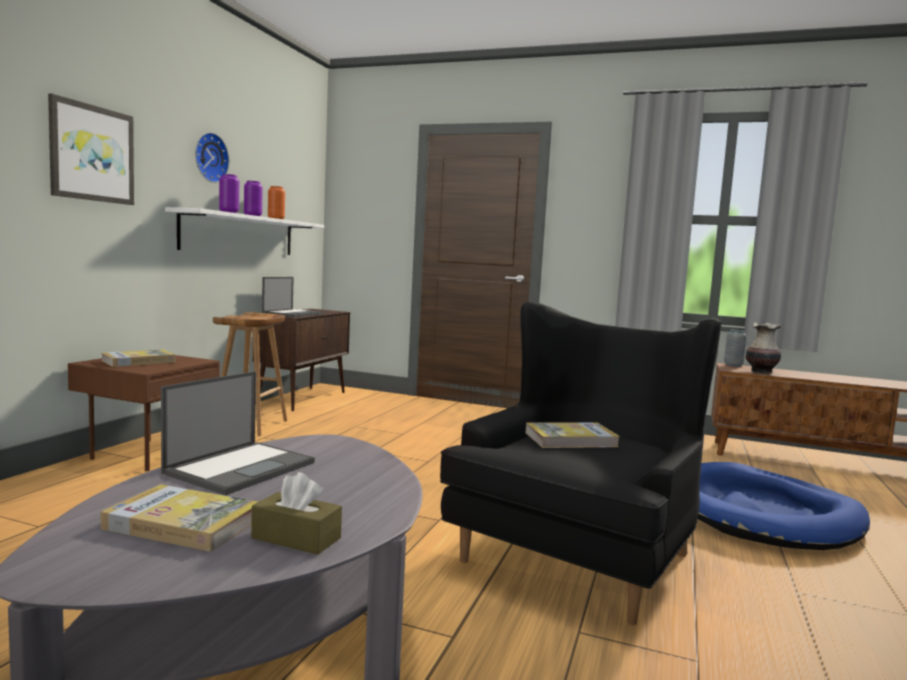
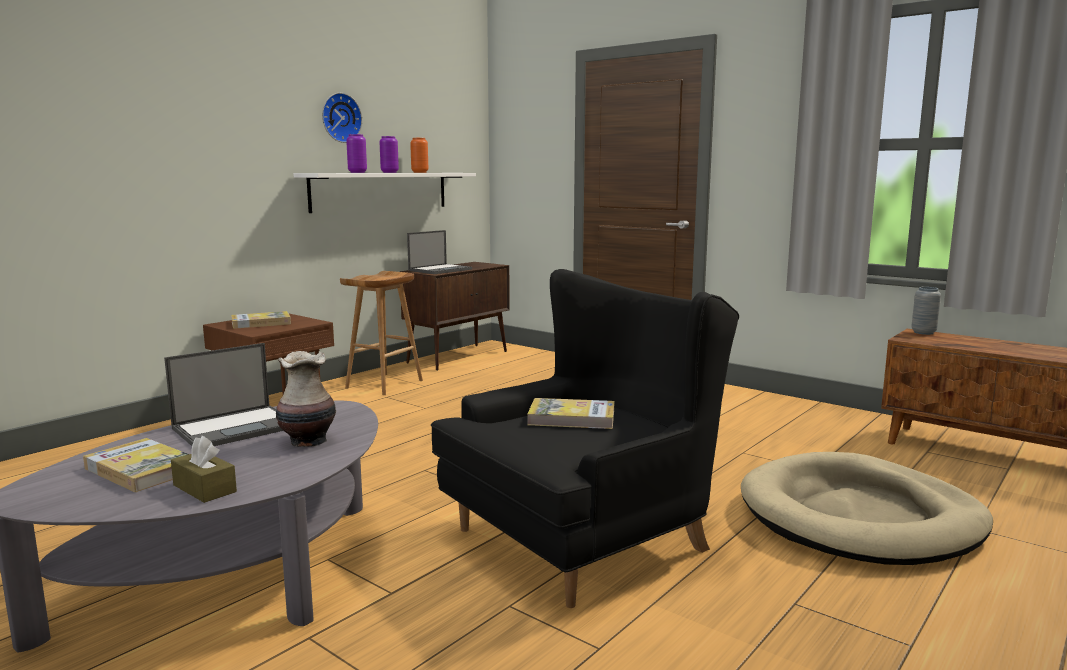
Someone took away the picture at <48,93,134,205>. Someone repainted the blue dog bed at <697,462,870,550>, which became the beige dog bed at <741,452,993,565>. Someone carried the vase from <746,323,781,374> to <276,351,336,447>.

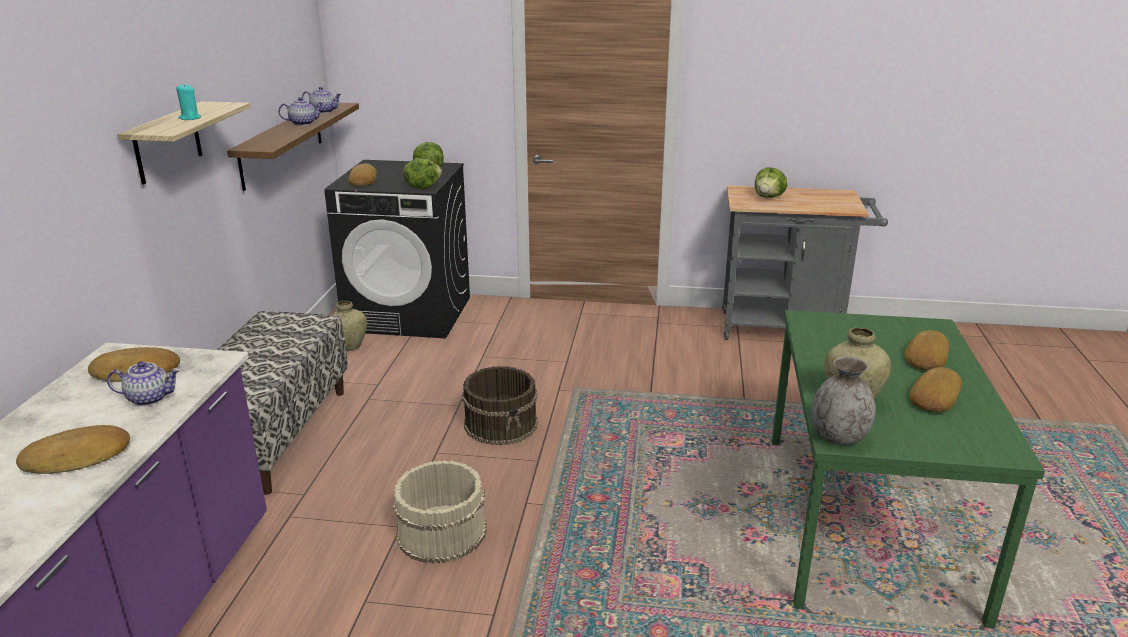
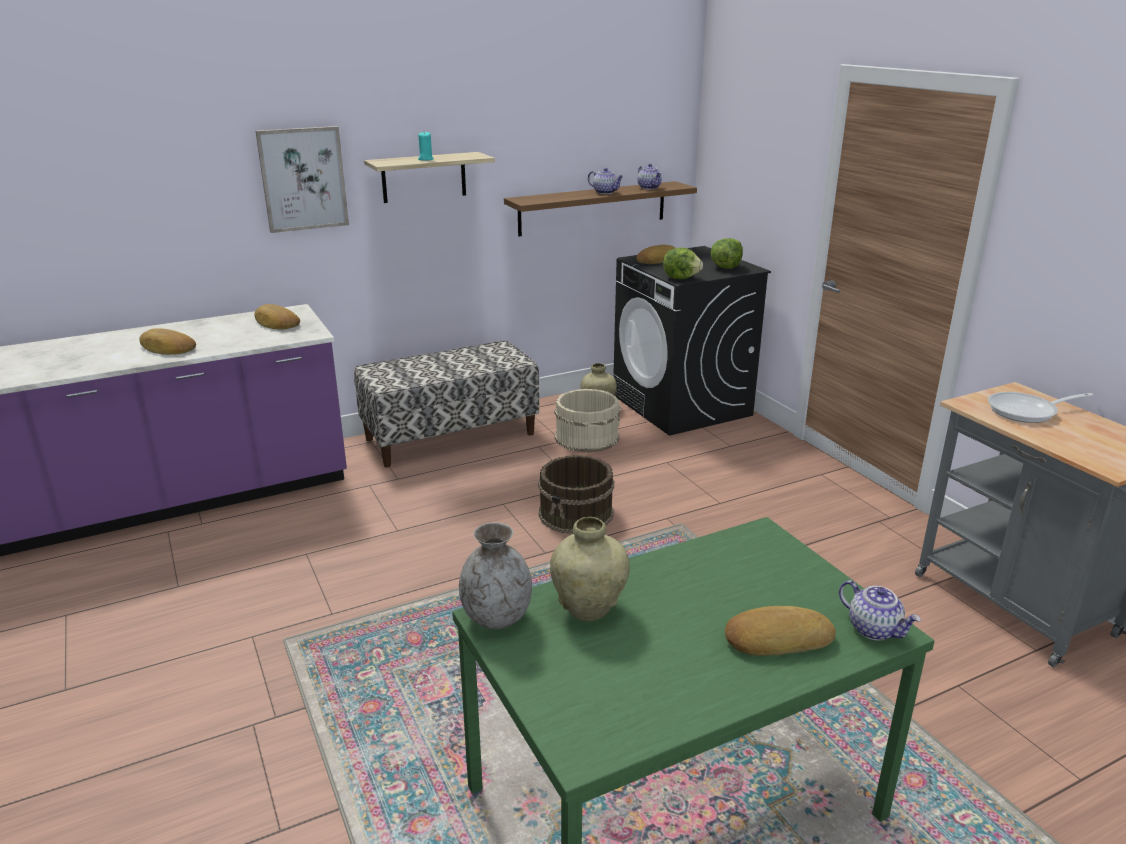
Someone carried the teapot from <107,361,180,406> to <839,580,921,640>. Someone carried the beige bucket from <392,461,486,564> to <555,389,621,453>. Someone swapped the lettuce at <755,167,787,198> for the frying pan at <988,392,1094,423>. Someone took away the bread at <909,367,962,413>. Someone put up the picture at <255,126,349,233>.

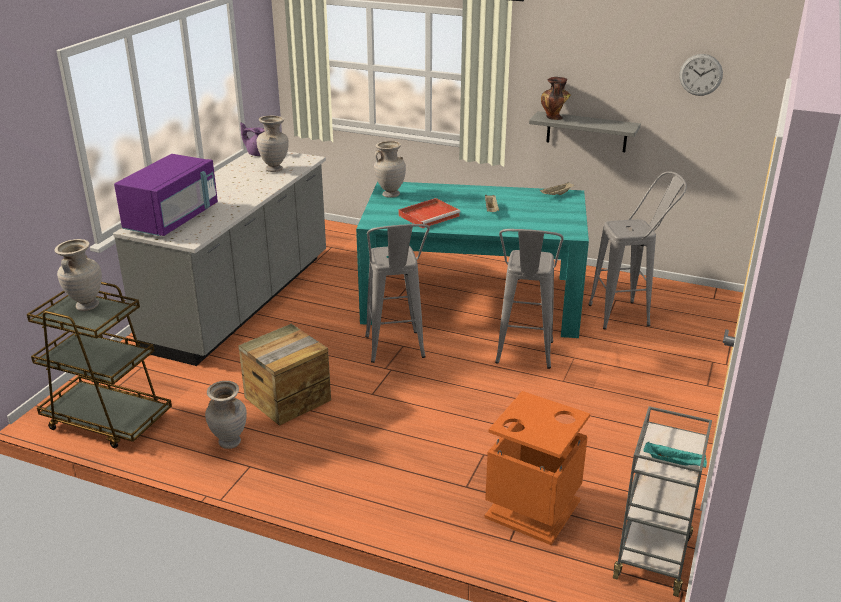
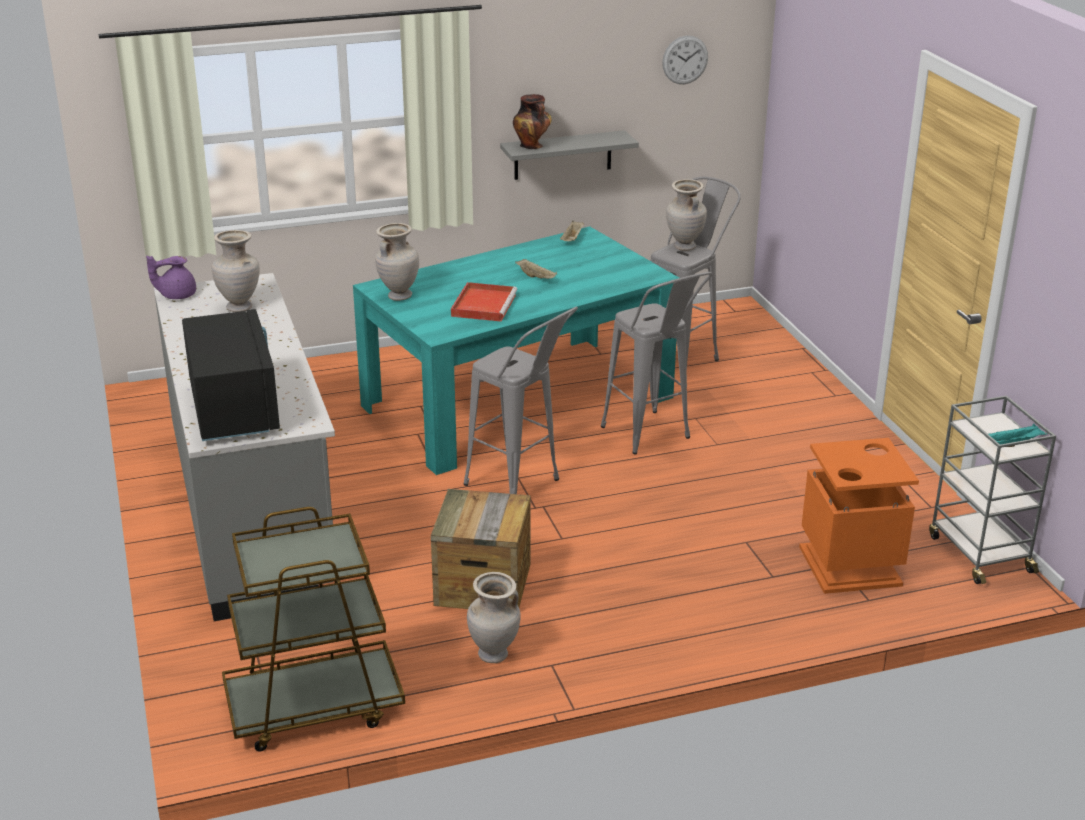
Someone carried the beige vase from <55,239,102,311> to <666,179,707,251>. Someone repainted the purple microwave at <114,154,218,236>, which became the black microwave at <182,309,280,441>.

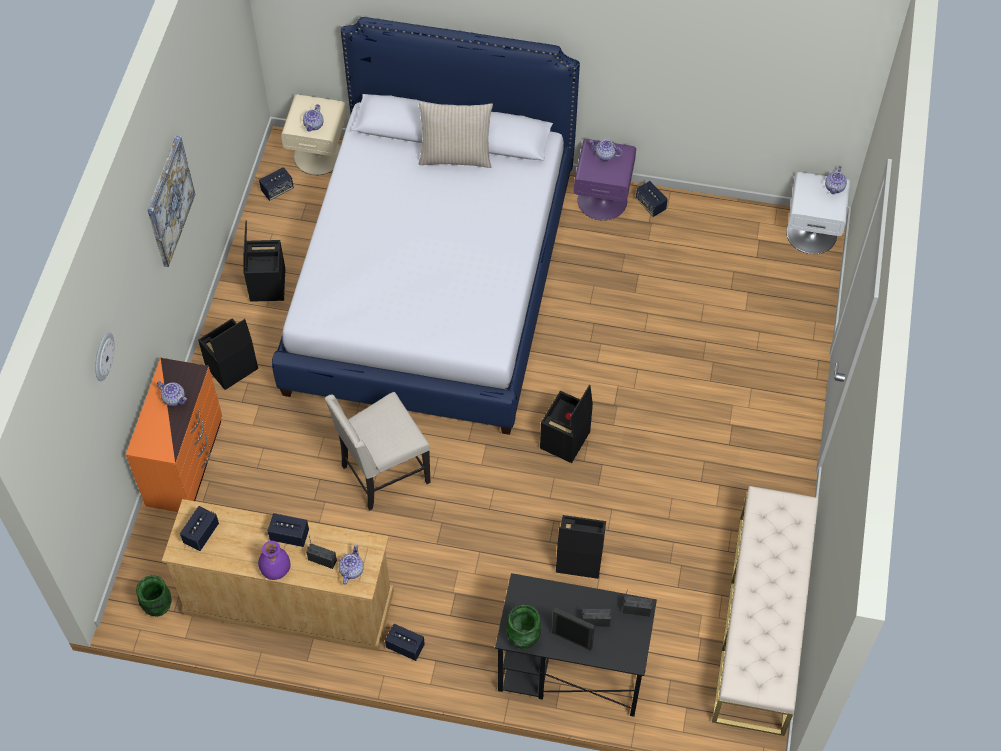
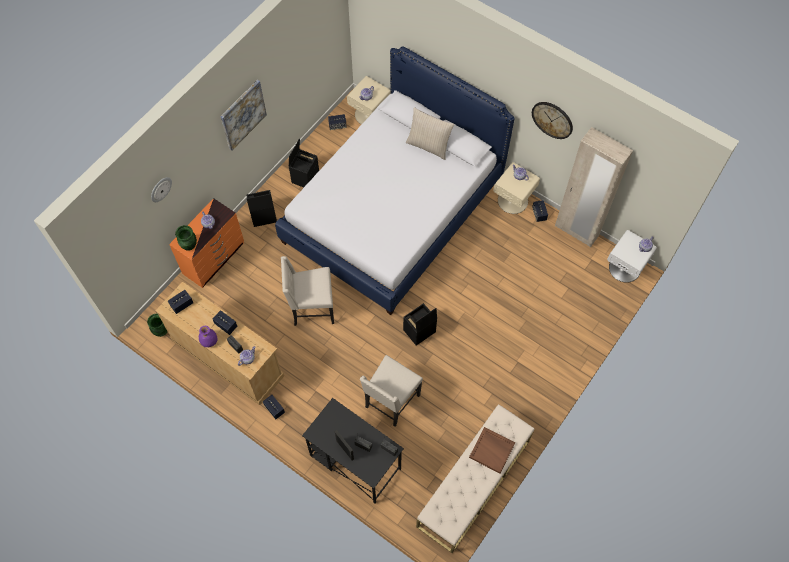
Someone carried the green vase from <506,605,541,649> to <175,225,197,250>. Someone swapped the black storage box at <556,515,606,579> for the beige chair at <360,355,423,427>. Someone repainted the purple nightstand at <574,139,636,220>, which became the beige nightstand at <493,162,540,214>. Someone put down the brown tray at <469,427,515,474>. Someone put up the wall clock at <532,102,573,139>. Someone put down the beige wardrobe at <555,127,633,247>.

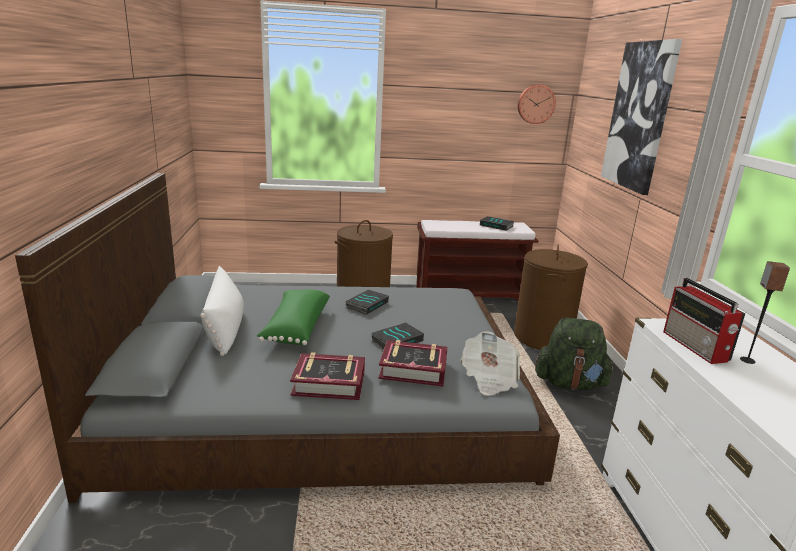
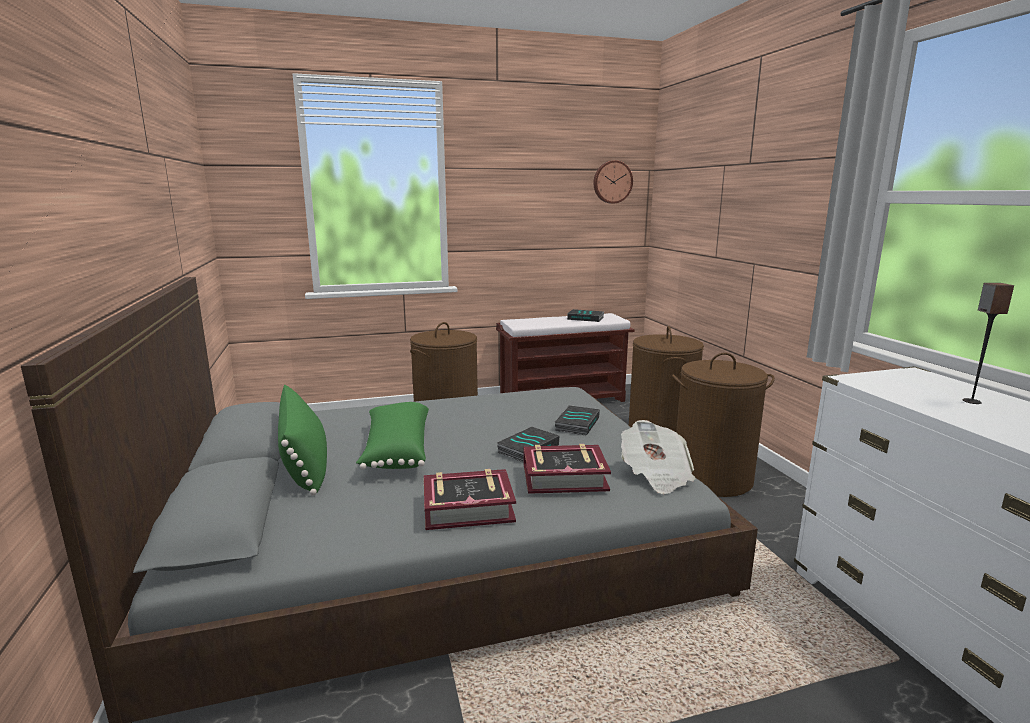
Someone repainted the white pillow at <200,266,244,356>, which became the green pillow at <278,385,327,496>. Someone carried the book from <346,289,389,315> to <555,405,600,436>. Someone swapped the green backpack at <535,318,614,390> for the brown laundry basket at <672,352,775,497>. Someone took away the picture at <601,39,682,195>. Someone took away the radio at <663,278,745,364>.

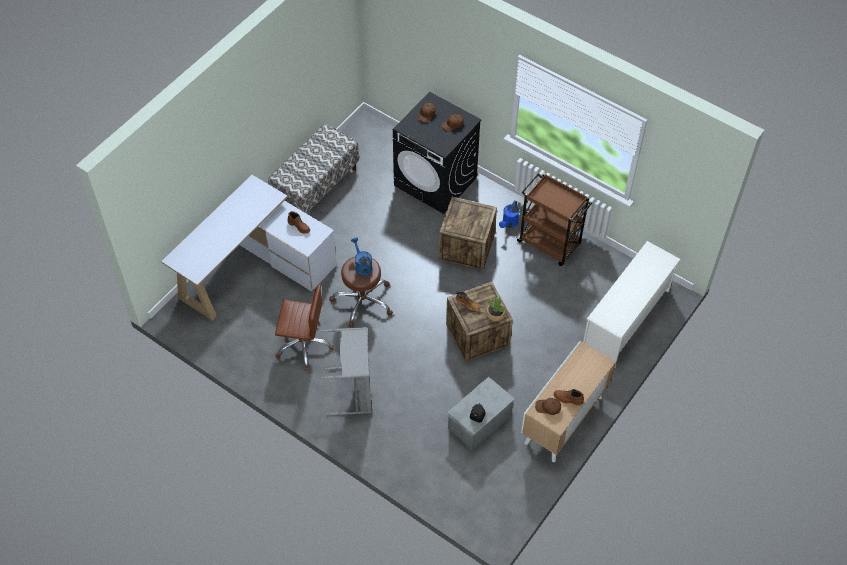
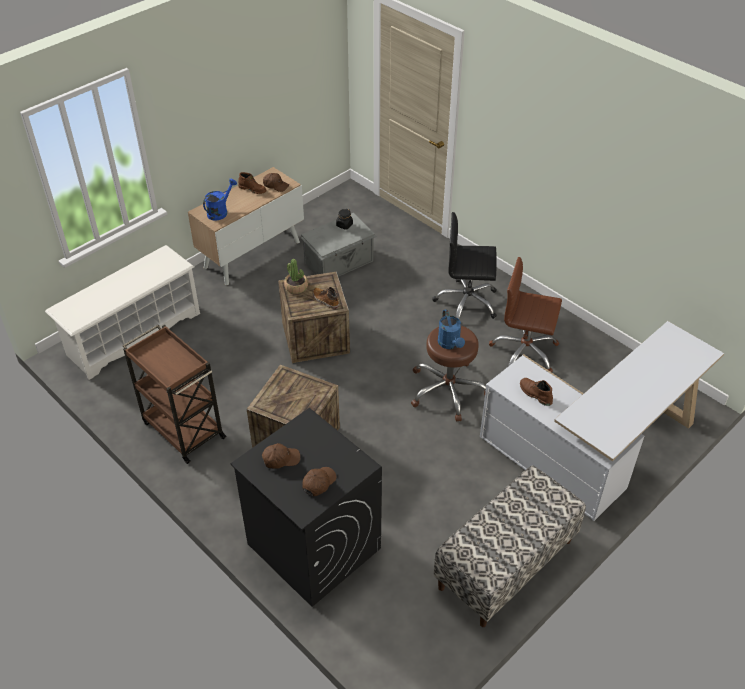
Someone swapped the grey laundry basket at <320,327,371,415> for the black office chair at <433,212,497,319>. Someone carried the blue watering can from <499,201,519,228> to <203,179,237,221>.

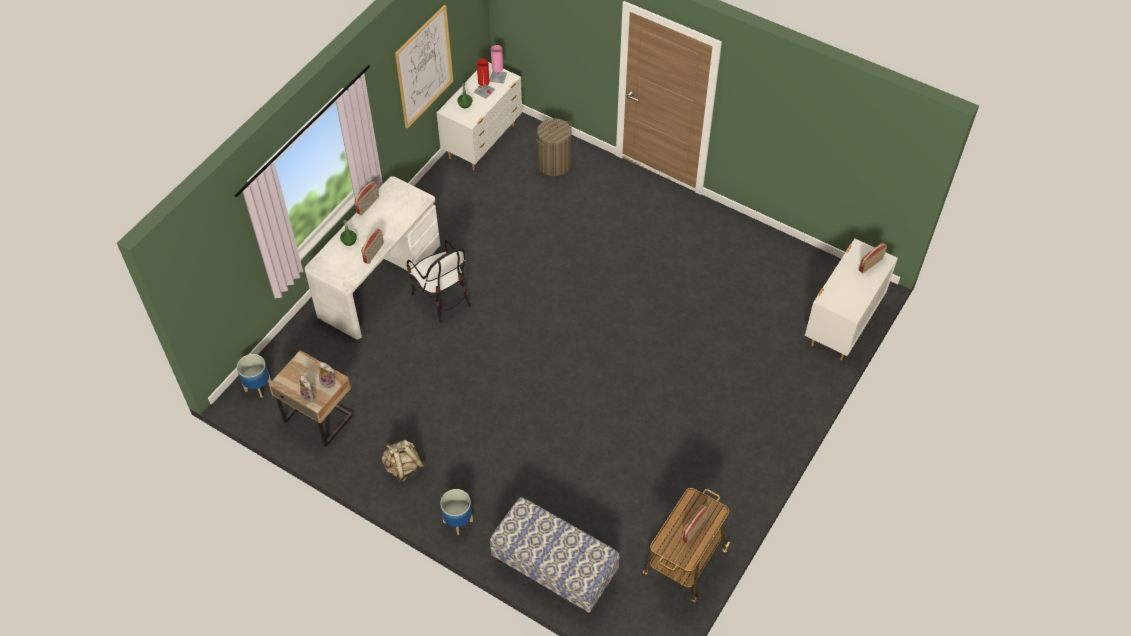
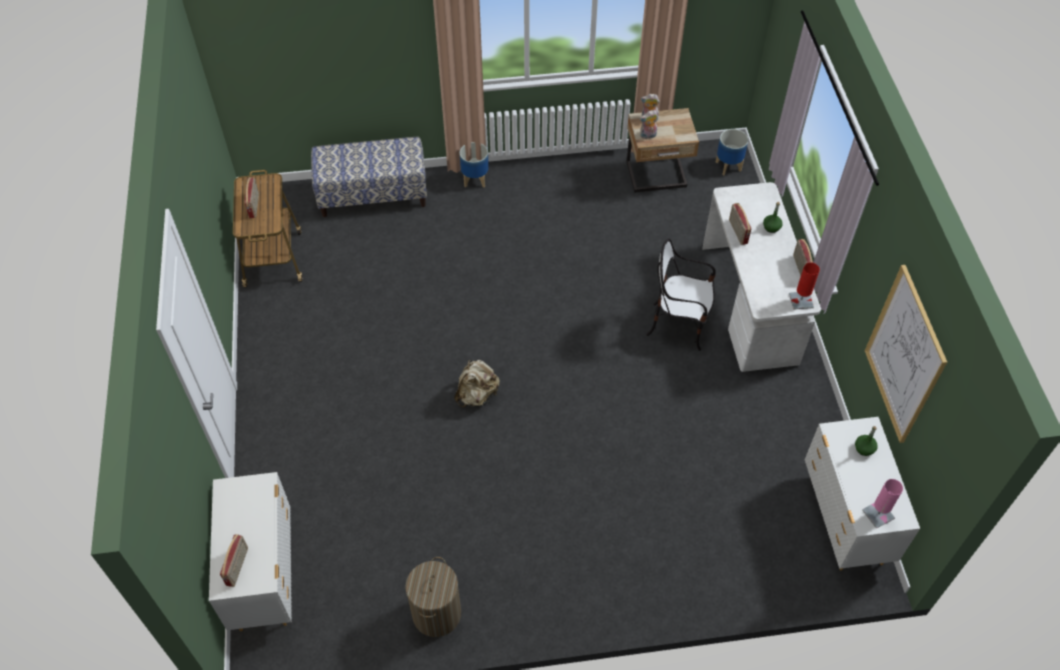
Someone carried the beige backpack from <382,440,425,482> to <454,360,500,407>. Someone carried the red table lamp from <474,59,495,99> to <789,262,820,310>. Someone carried the laundry basket from <536,118,572,176> to <405,557,461,637>.

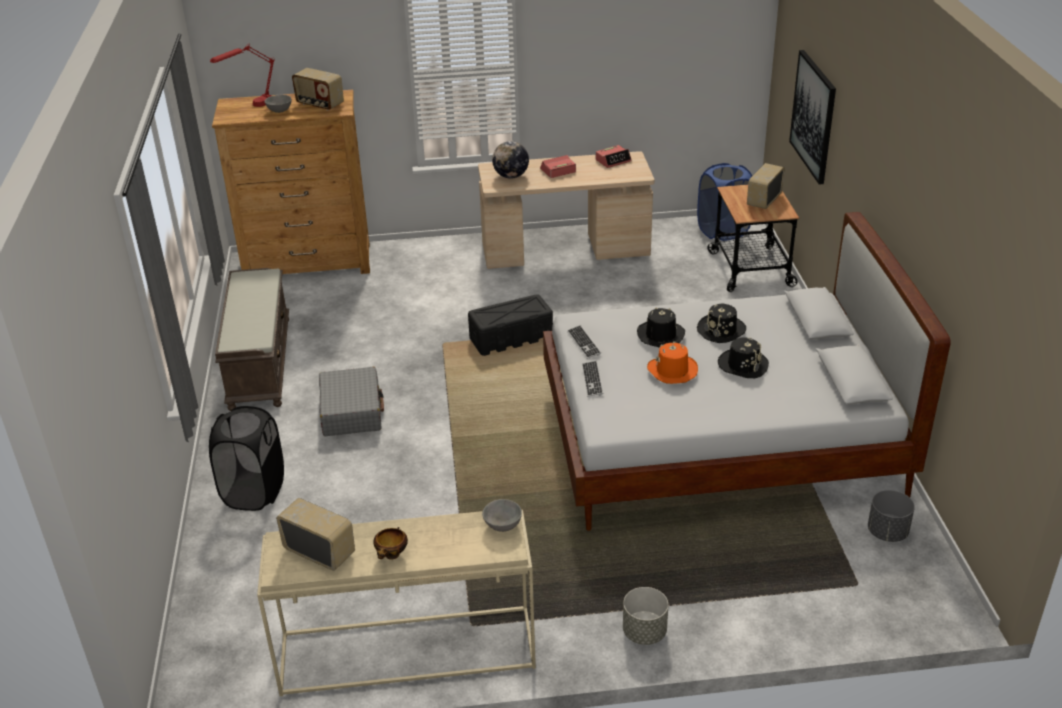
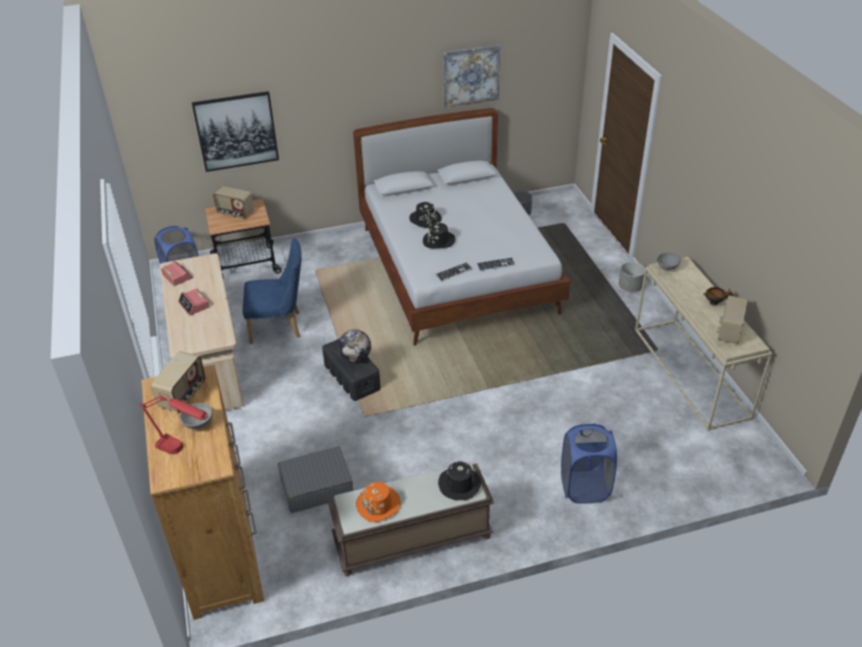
Someone repainted the black laundry basket at <209,406,284,511>, which became the blue laundry basket at <561,424,617,503>. Someone carried the grey suitcase from <319,367,384,436> to <278,446,353,513>. Someone carried the globe from <492,141,529,179> to <338,329,371,363>. Someone carried the orange hat from <647,342,698,384> to <356,482,401,522>. Someone carried the black hat from <718,337,769,378> to <438,461,482,500>. Someone put down the blue chair at <243,238,302,344>. Someone put up the picture at <443,45,500,108>.

